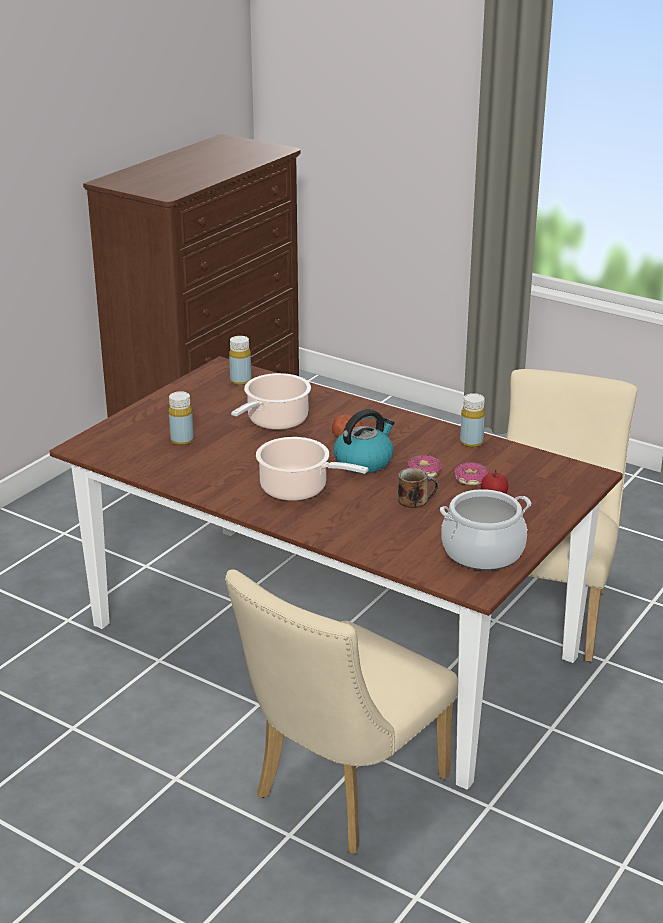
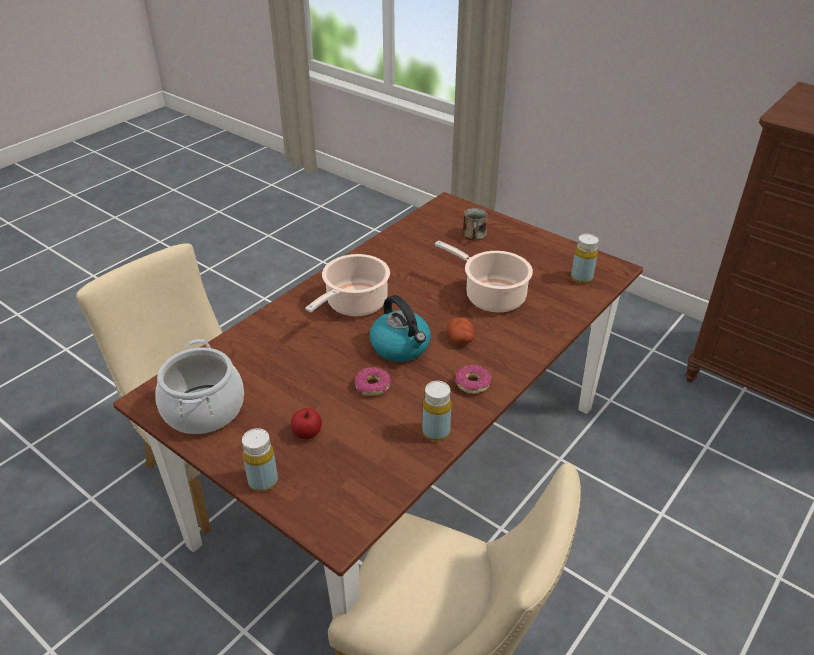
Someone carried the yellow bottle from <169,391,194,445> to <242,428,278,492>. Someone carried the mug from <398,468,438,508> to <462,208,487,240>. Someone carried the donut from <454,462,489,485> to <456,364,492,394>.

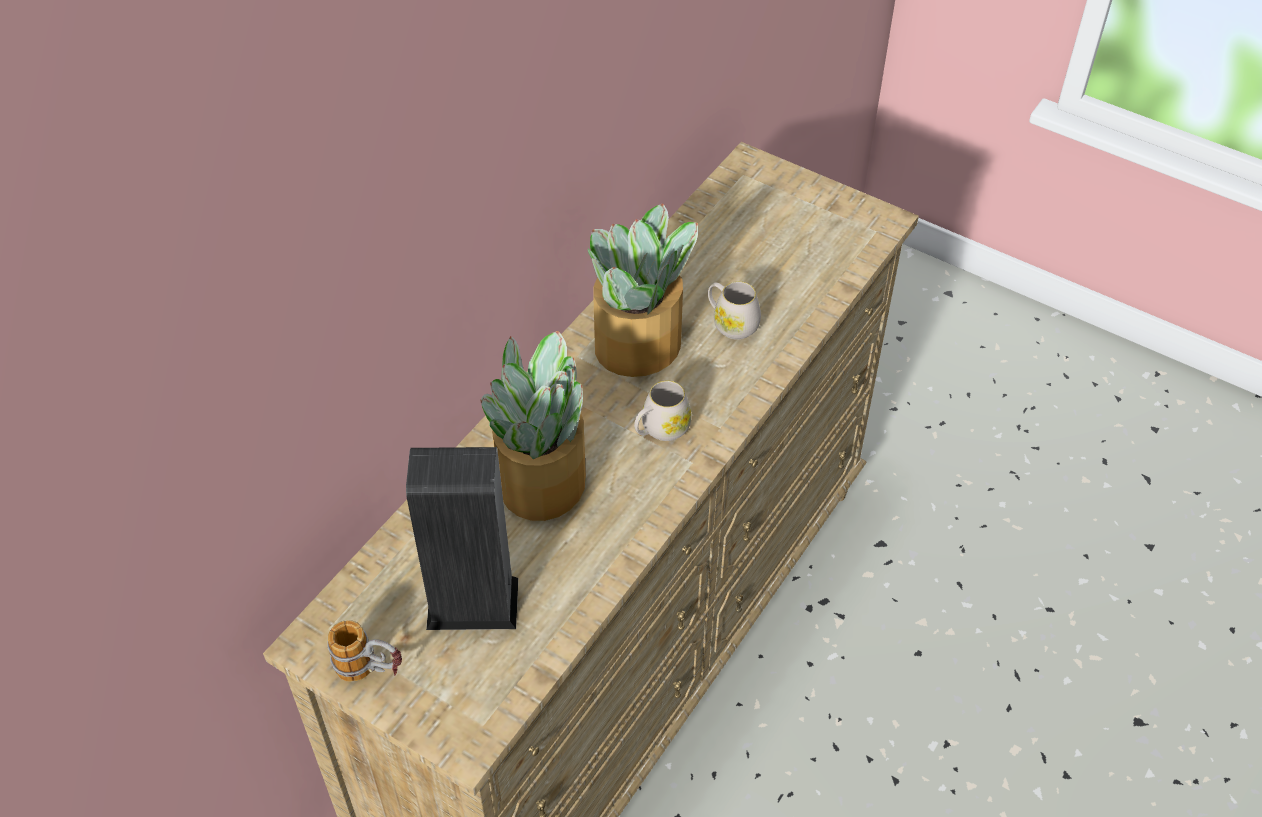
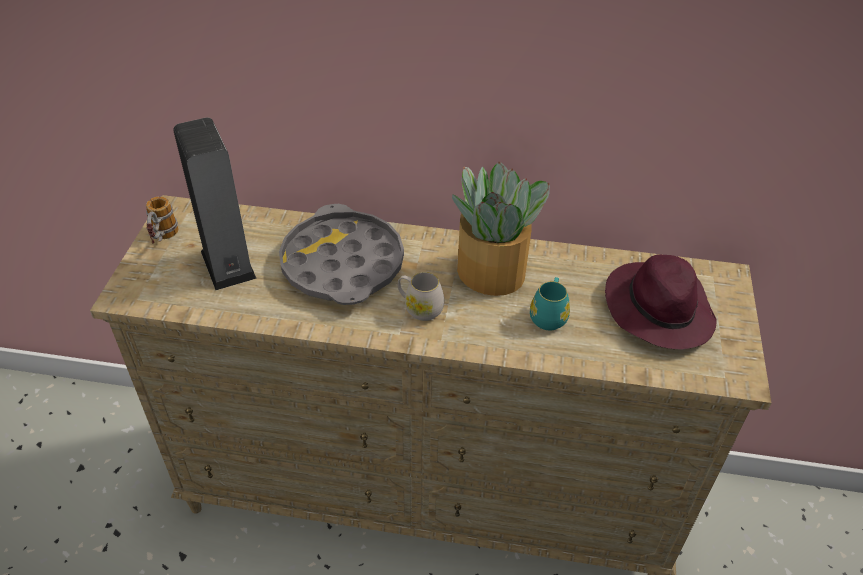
Someone swapped the potted plant at <481,331,586,521> for the grey tray at <279,204,404,305>. Someone repainted the white mug at <708,281,761,340>, which became the turquoise mug at <530,277,570,330>. Someone put down the purple hat at <605,254,717,349>.

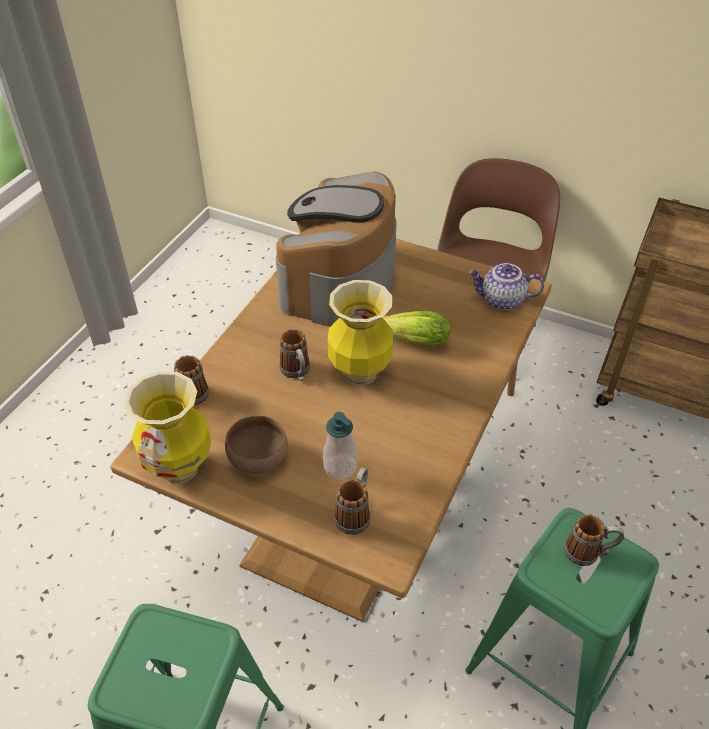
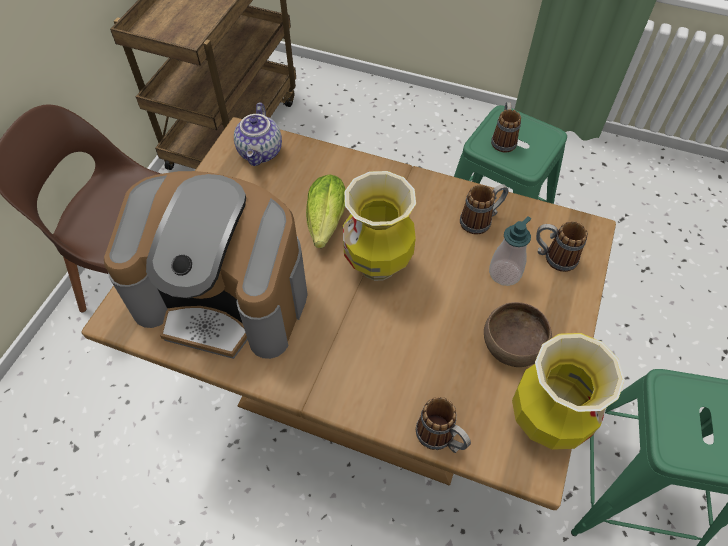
Someone carried the mug from <279,329,310,381> to <460,184,509,235>.

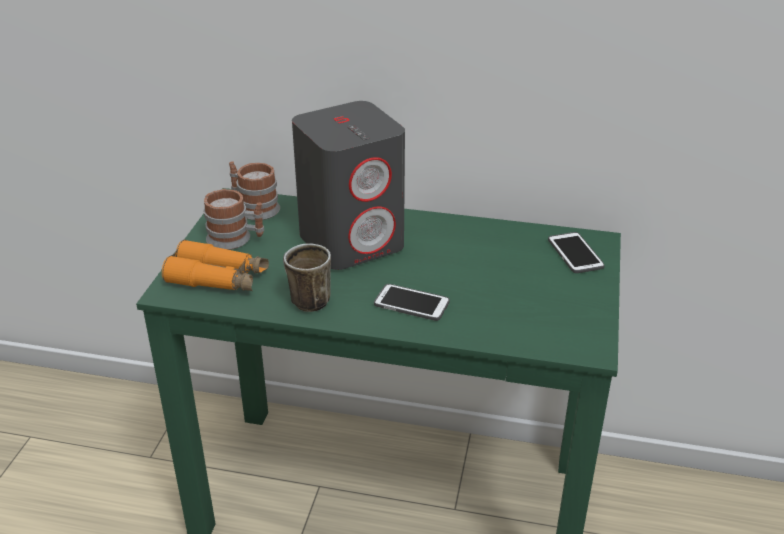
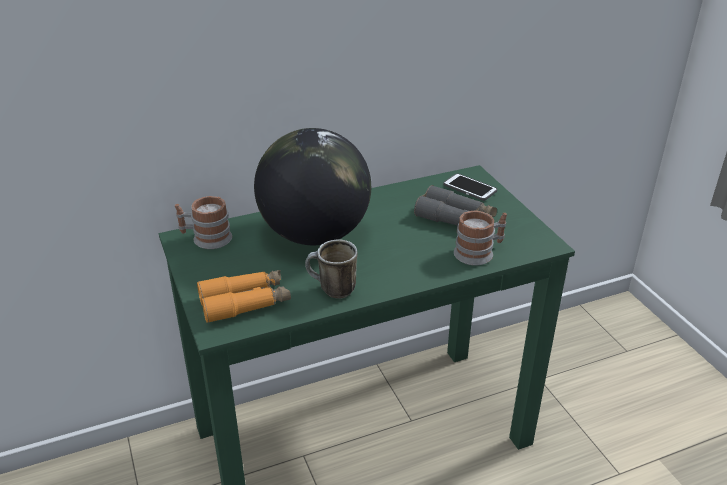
Someone carried the mug from <204,189,264,250> to <454,211,507,266>. Someone swapped the grey speaker at <292,101,405,270> for the globe at <254,128,371,245>. Someone took away the phone at <374,284,450,321>. Someone put down the grey binoculars at <414,185,497,226>.

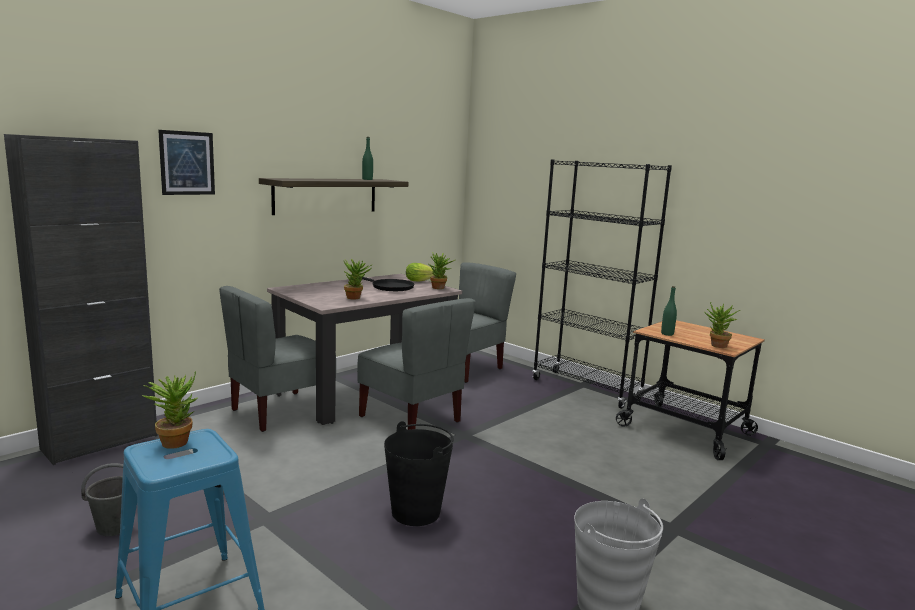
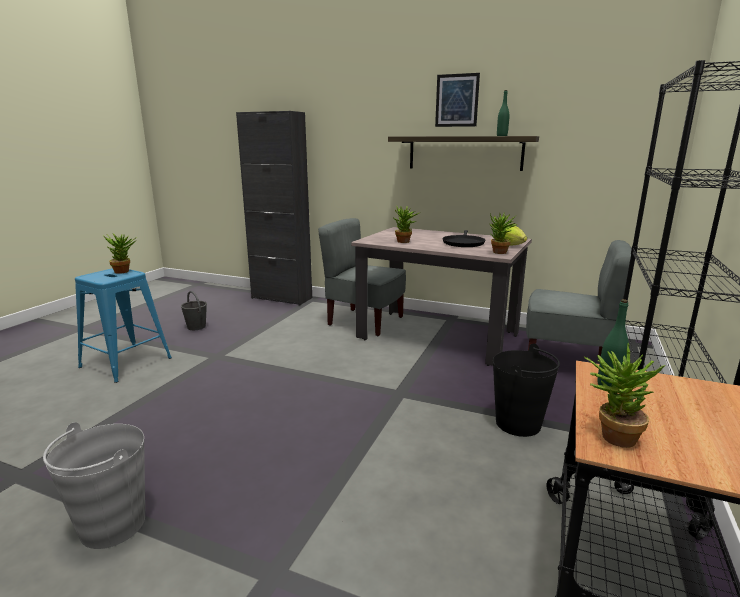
Someone carried the picture from <158,130,215,195> to <435,73,480,127>. Someone took away the grey chair at <357,298,476,430>. Someone carried the black bucket from <384,421,453,526> to <493,343,560,437>.

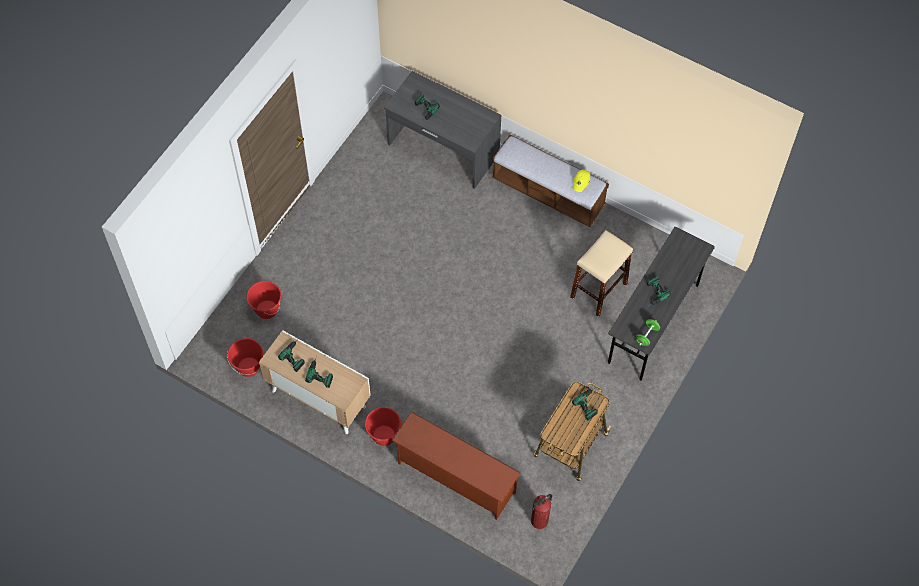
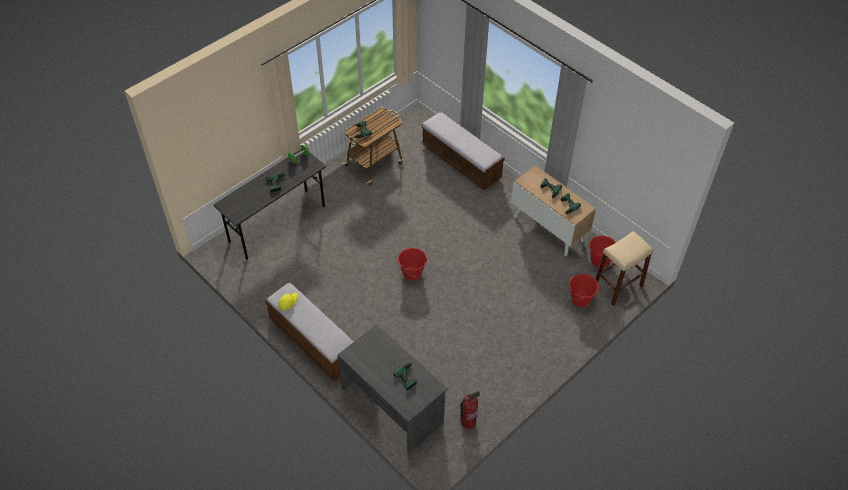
Someone carried the red bucket from <365,407,401,446> to <398,248,427,281>. Someone swapped the brown shoe rack at <392,412,520,520> for the bench at <422,111,505,190>. Someone carried the fire extinguisher from <531,494,552,529> to <460,391,480,429>. Someone carried the beige stool from <570,230,633,317> to <595,231,653,306>.

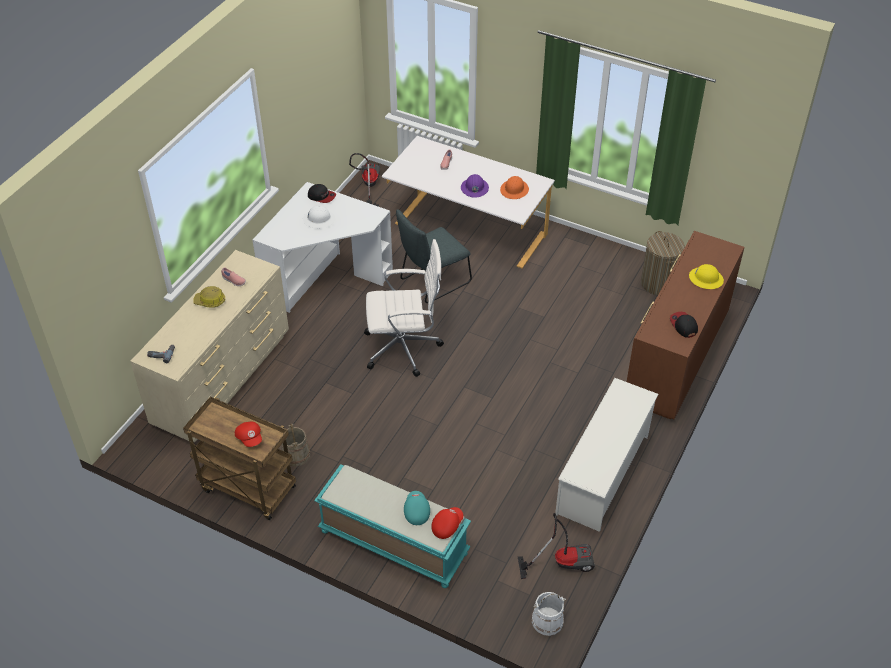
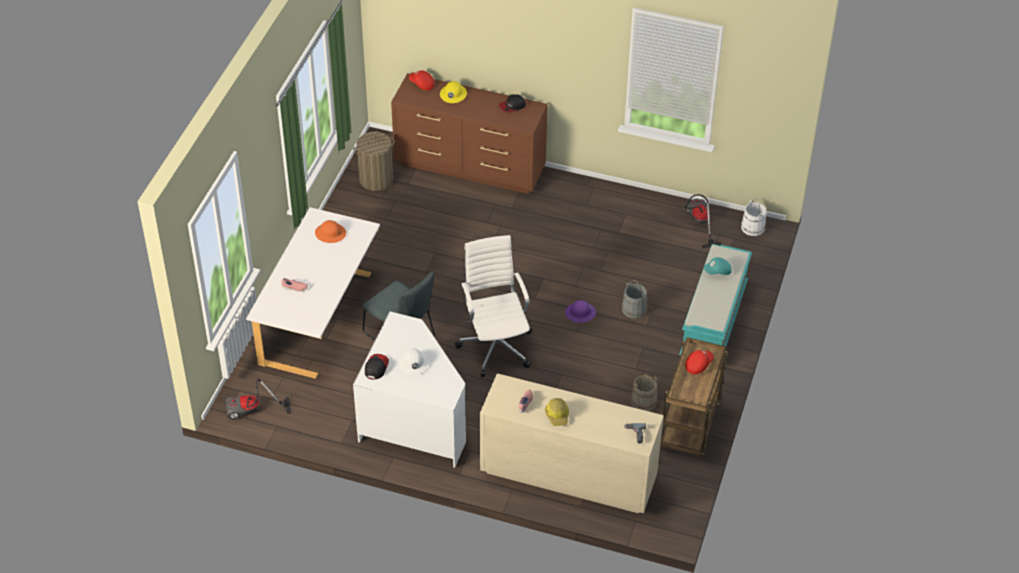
Someone carried the red cap from <431,507,463,539> to <409,70,435,91>. Someone carried the purple hard hat from <461,174,489,198> to <565,300,596,323>. Someone took away the white shoe rack at <555,378,659,532>. Someone put down the grey bucket at <622,280,647,319>.

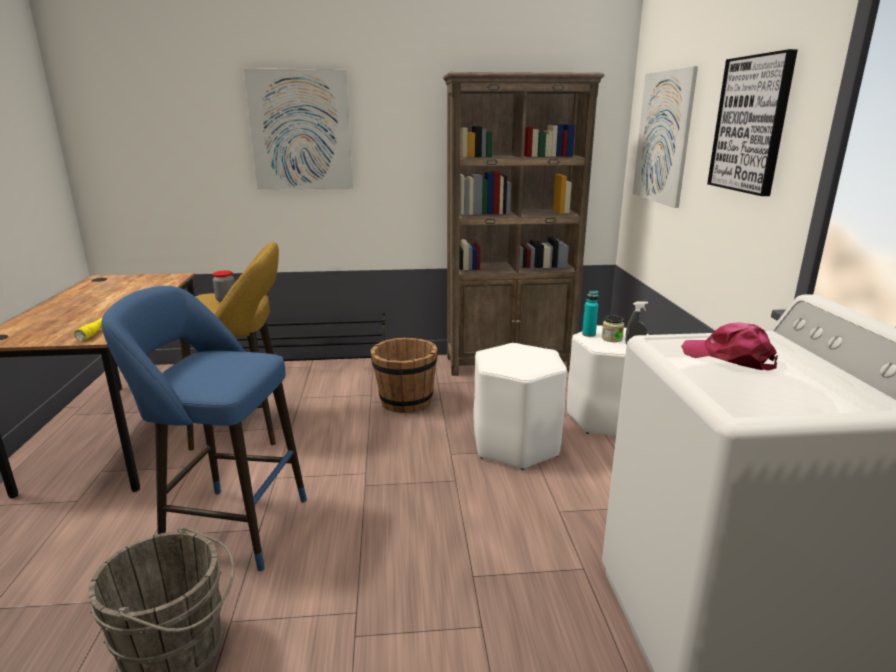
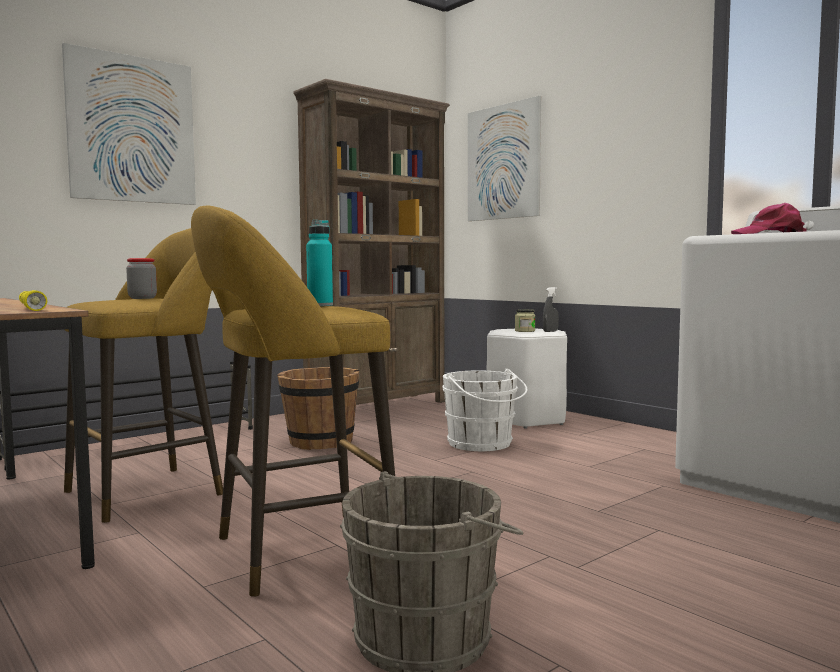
Someone repainted the blue stool at <101,286,307,571>, which became the yellow stool at <191,206,395,597>. Someone swapped the white stool at <474,343,567,470> for the white bucket at <442,369,527,451>. Someone carried the turquoise bottle from <582,291,599,337> to <306,219,333,306>. Someone took away the picture at <707,49,798,196>.

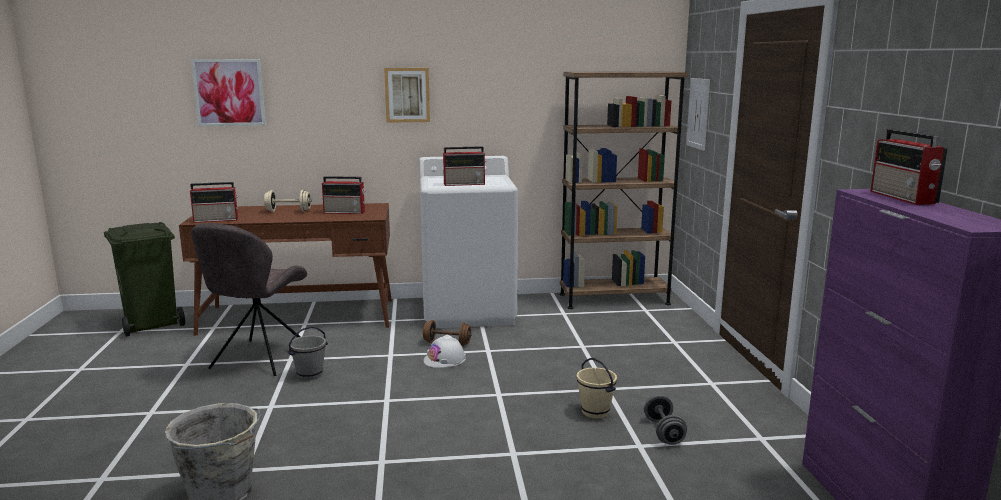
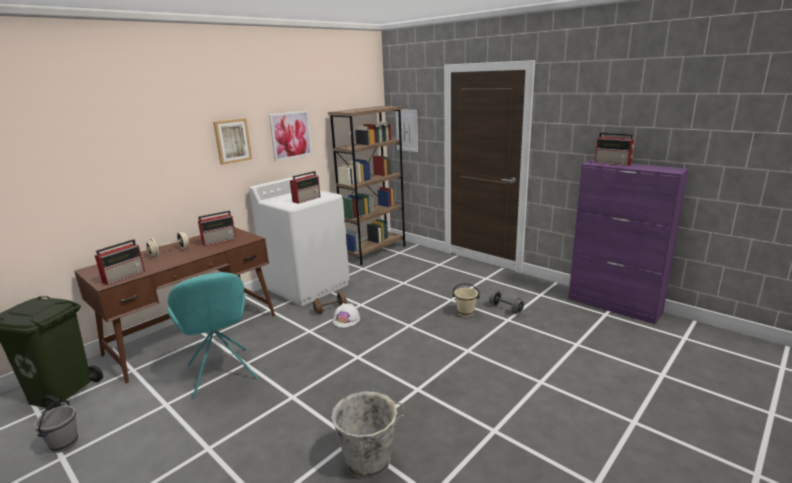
Someone carried the picture from <191,59,266,126> to <269,110,312,161>. Someone repainted the grey chair at <191,223,307,376>, which became the turquoise chair at <167,272,258,398>. Someone carried the grey bucket from <288,326,328,380> to <34,400,78,453>.

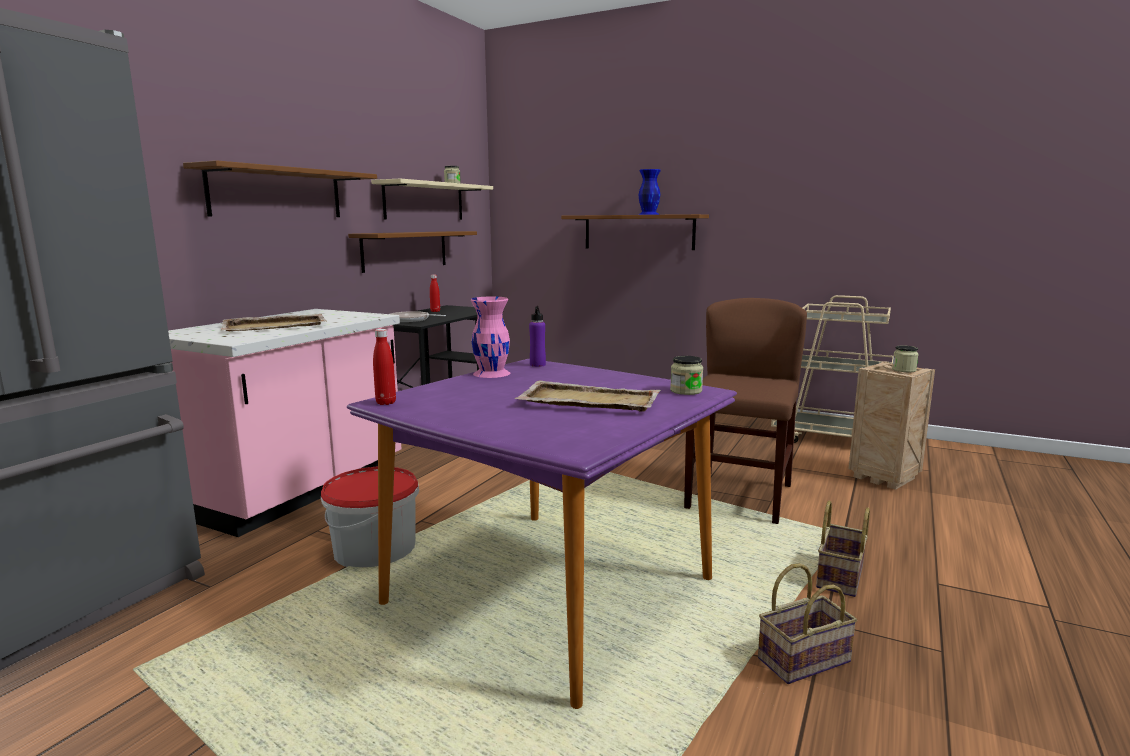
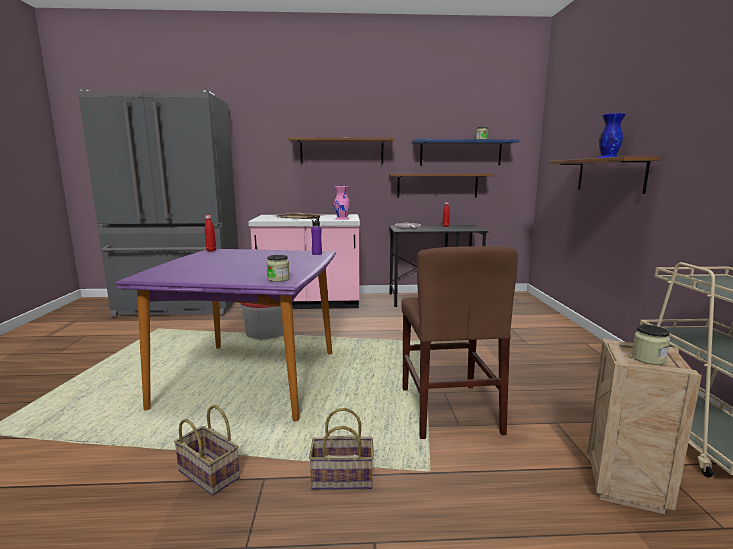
Someone repainted the beige shelf at <371,179,493,220>, which became the blue shelf at <412,139,519,165>. Someone carried the pink vase from <471,297,510,378> to <334,186,350,220>. Someone took away the beige tray at <514,381,661,412>. Someone rotated the brown chair at <684,298,807,524> by 90 degrees clockwise.

